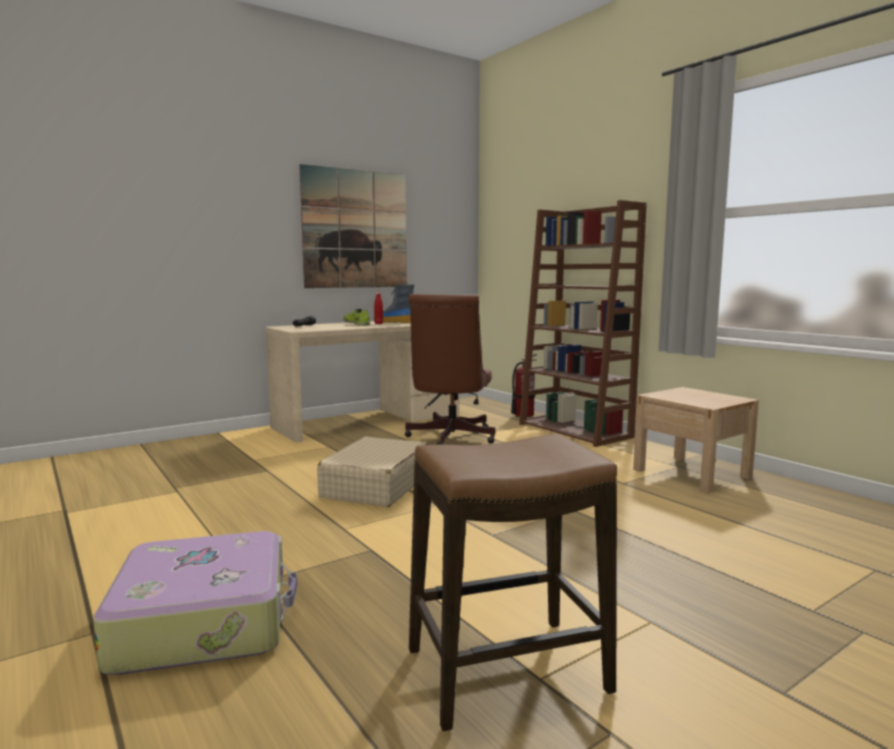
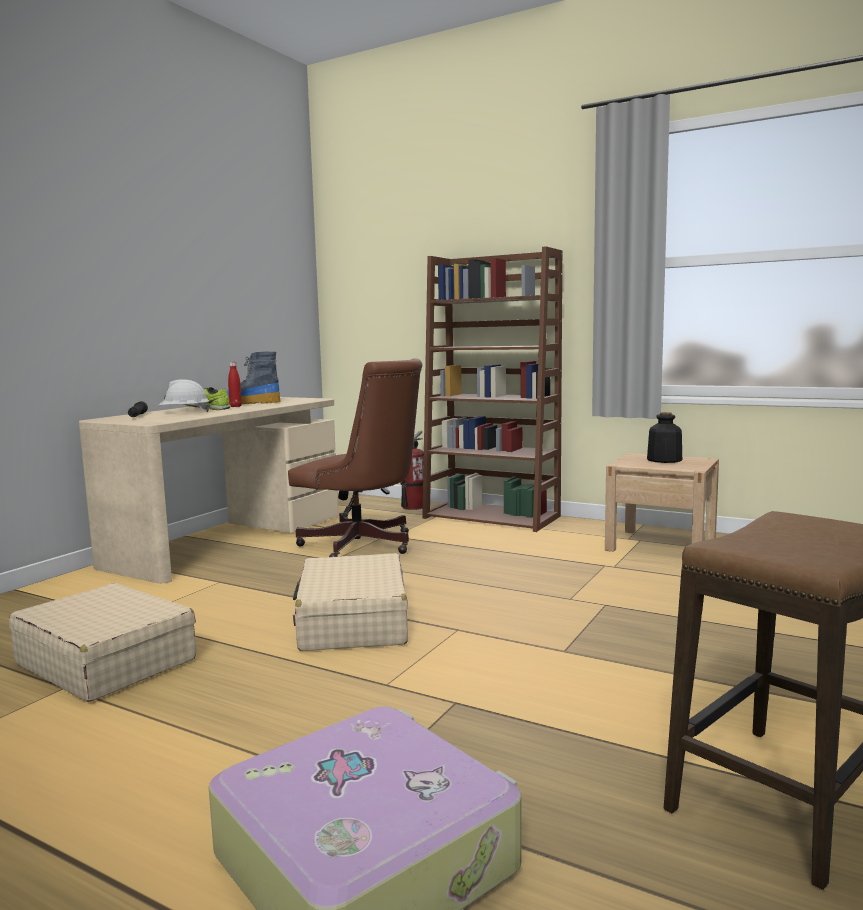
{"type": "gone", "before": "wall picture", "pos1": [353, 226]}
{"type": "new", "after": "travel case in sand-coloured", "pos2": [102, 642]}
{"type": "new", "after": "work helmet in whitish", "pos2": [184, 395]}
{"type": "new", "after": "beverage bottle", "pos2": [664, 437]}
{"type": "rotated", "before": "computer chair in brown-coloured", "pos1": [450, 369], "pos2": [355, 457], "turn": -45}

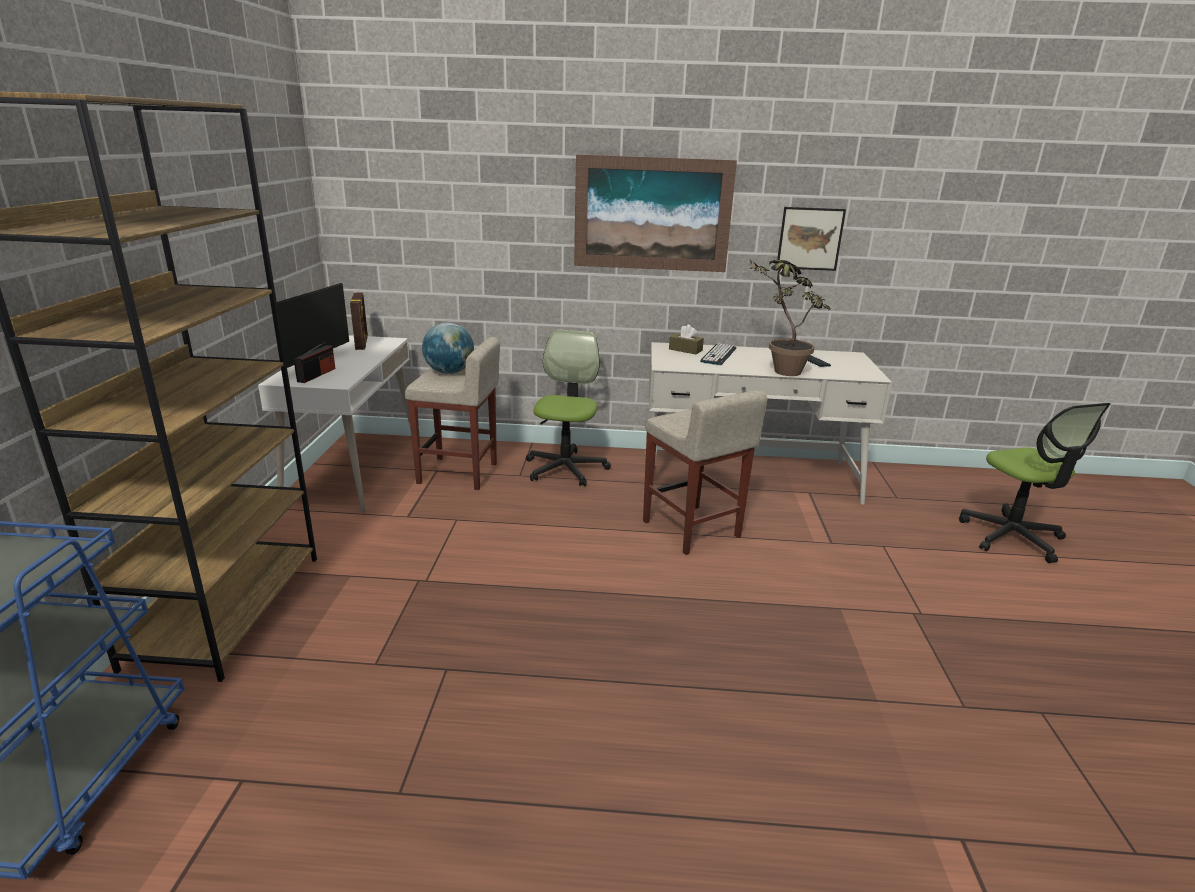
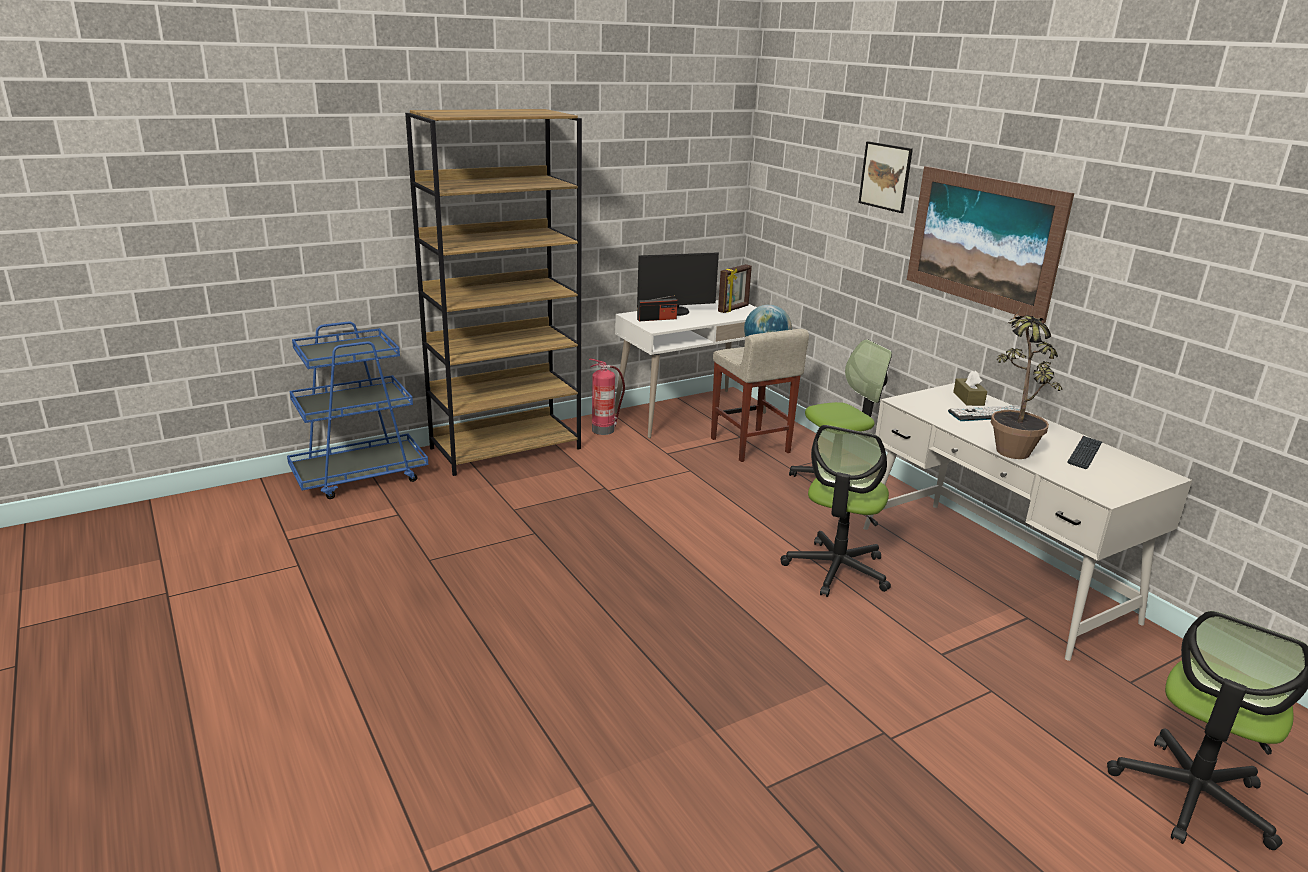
{"type": "new", "after": "fire-fighting cylinder", "pos2": [607, 397]}
{"type": "shifted", "before": "wall picture", "pos1": [811, 239], "pos2": [886, 177]}
{"type": "swapped", "before": "stool in sand-coloured", "after": "computer chair", "pos1": [705, 472], "pos2": [836, 511]}

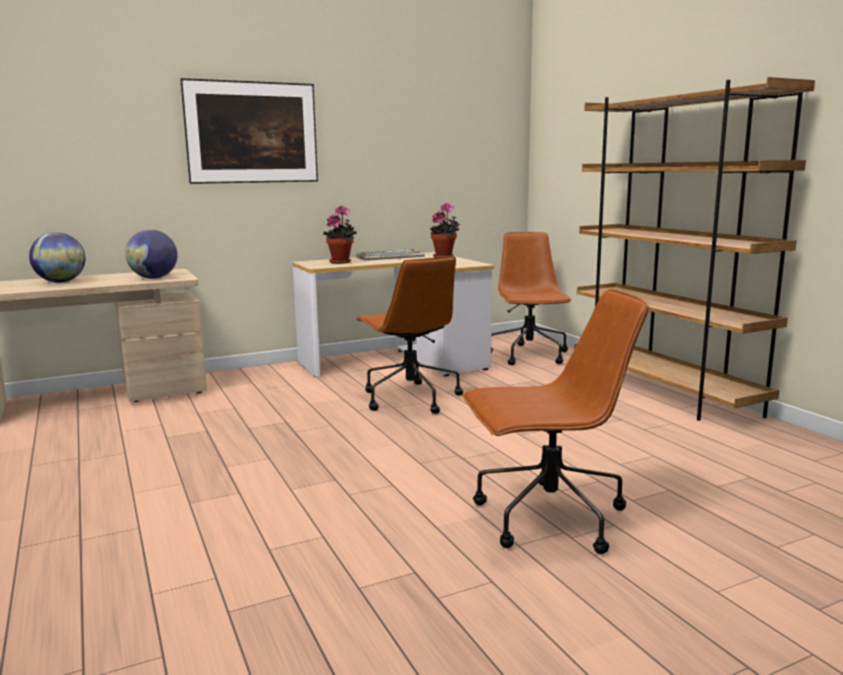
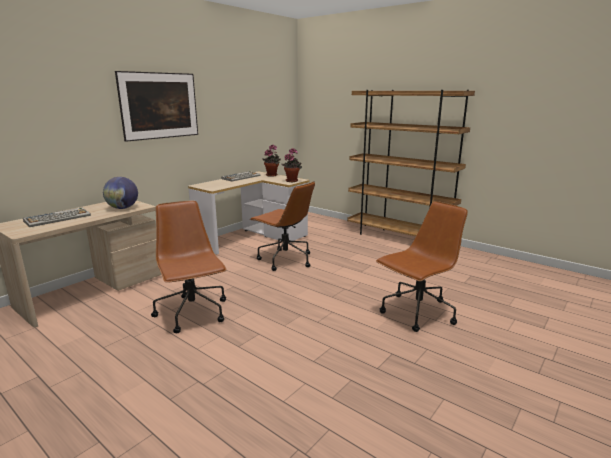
{"type": "shifted", "before": "houseplant", "pos1": [340, 235], "pos2": [291, 165]}
{"type": "shifted", "before": "computer chair in brown-coloured", "pos1": [531, 298], "pos2": [188, 266]}
{"type": "swapped", "before": "desk globe", "after": "PC keyboard", "pos1": [57, 257], "pos2": [57, 217]}

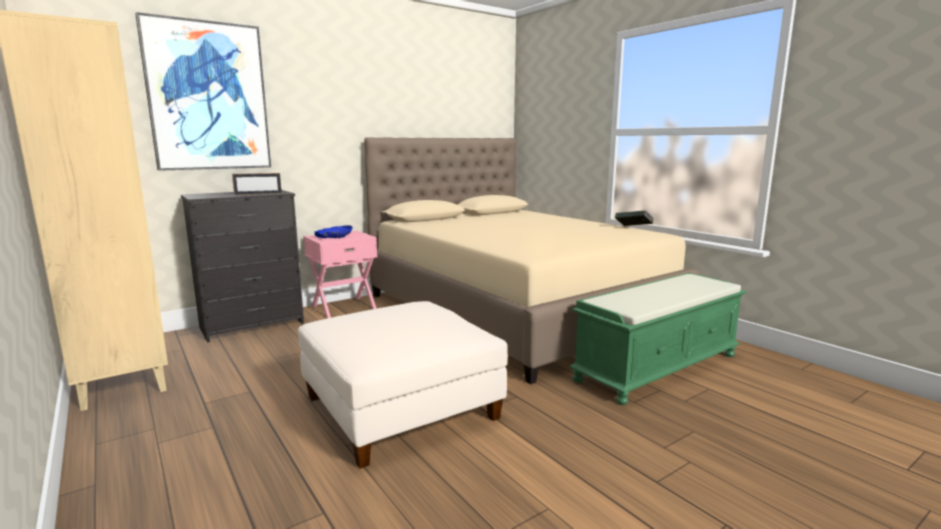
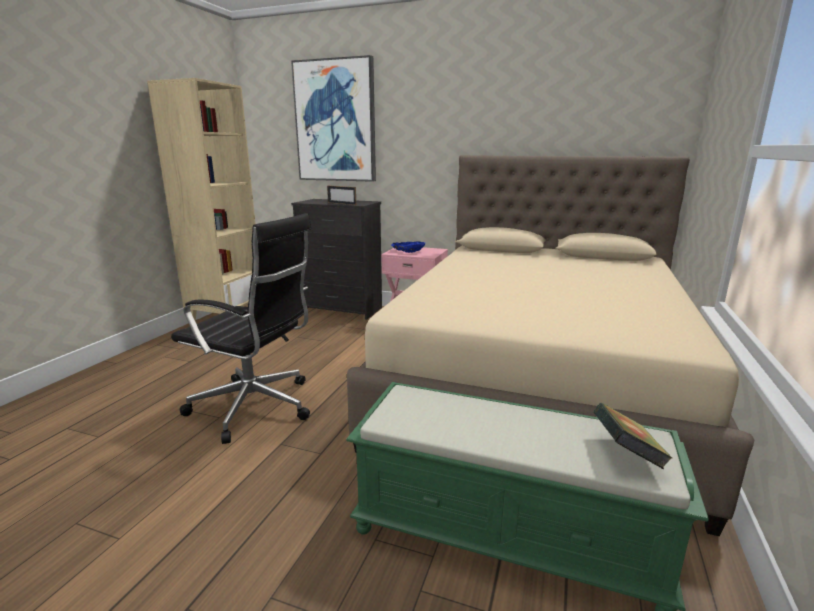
{"type": "shifted", "before": "bound book", "pos1": [634, 218], "pos2": [633, 436]}
{"type": "swapped", "before": "pouffe in whitish", "after": "computer chair in black-coloured", "pos1": [403, 385], "pos2": [241, 328]}

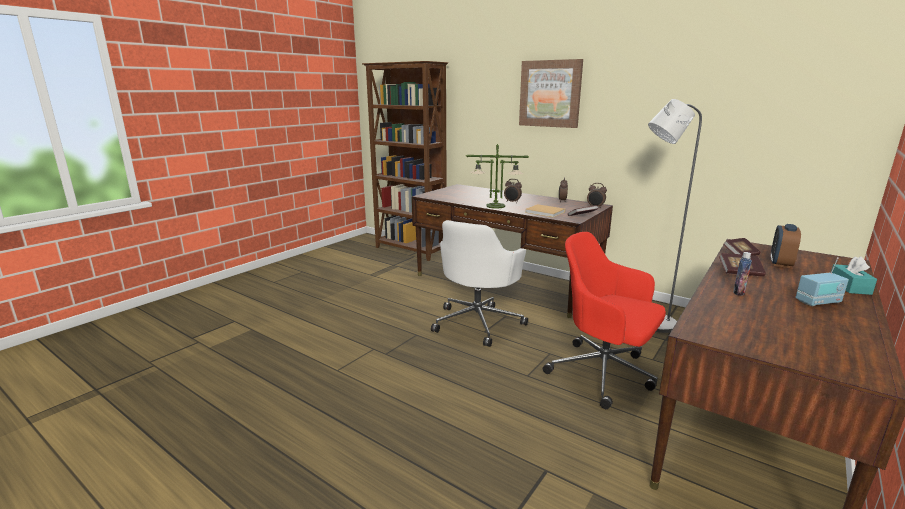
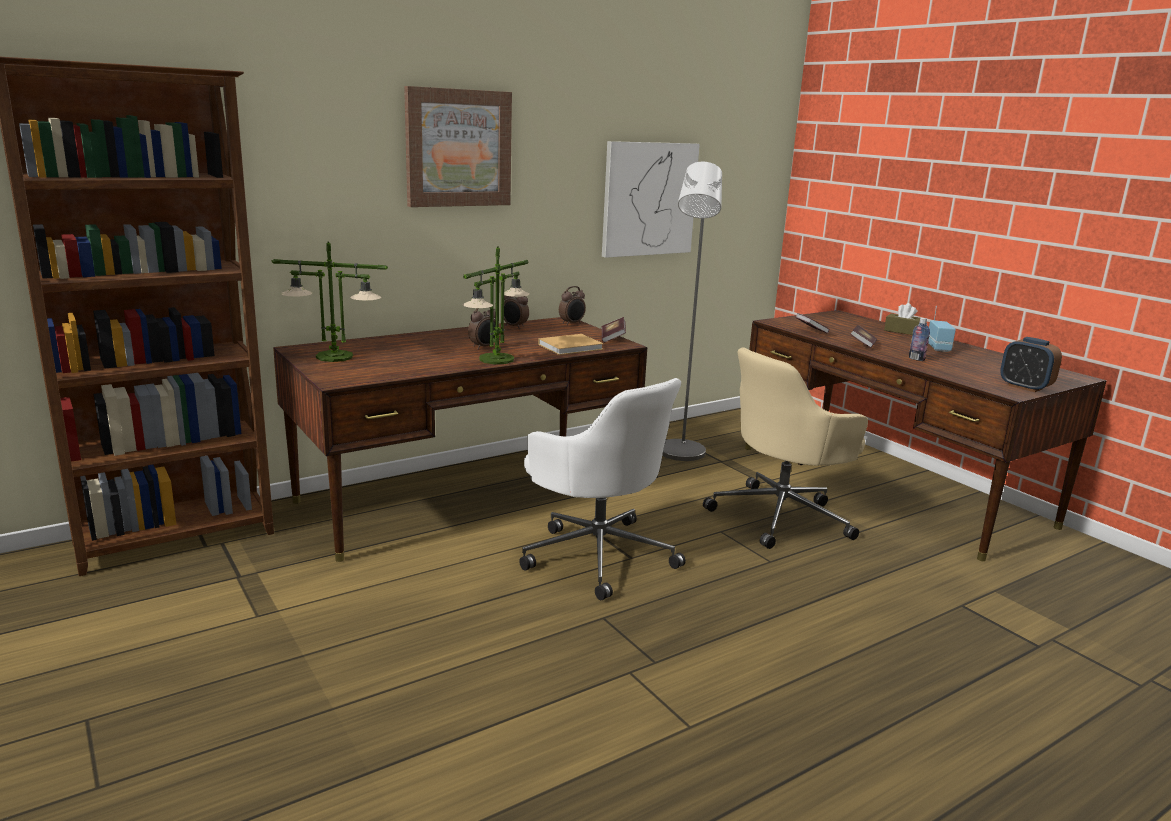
{"type": "new", "after": "table lamp", "pos2": [329, 301]}
{"type": "new", "after": "wall picture", "pos2": [651, 199]}
{"type": "shifted", "before": "alarm clock", "pos1": [786, 246], "pos2": [1031, 364]}
{"type": "repainted", "before": "computer chair in reddish", "after": "computer chair in sand-coloured", "pos1": [604, 320], "pos2": [785, 448]}
{"type": "repainted", "before": "tissue box in turquoise-coloured", "after": "tissue box in brown-coloured", "pos1": [854, 275], "pos2": [902, 319]}

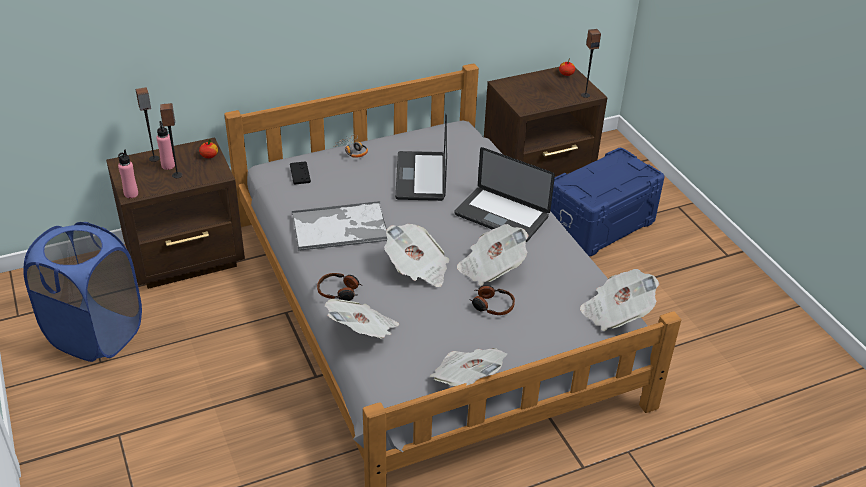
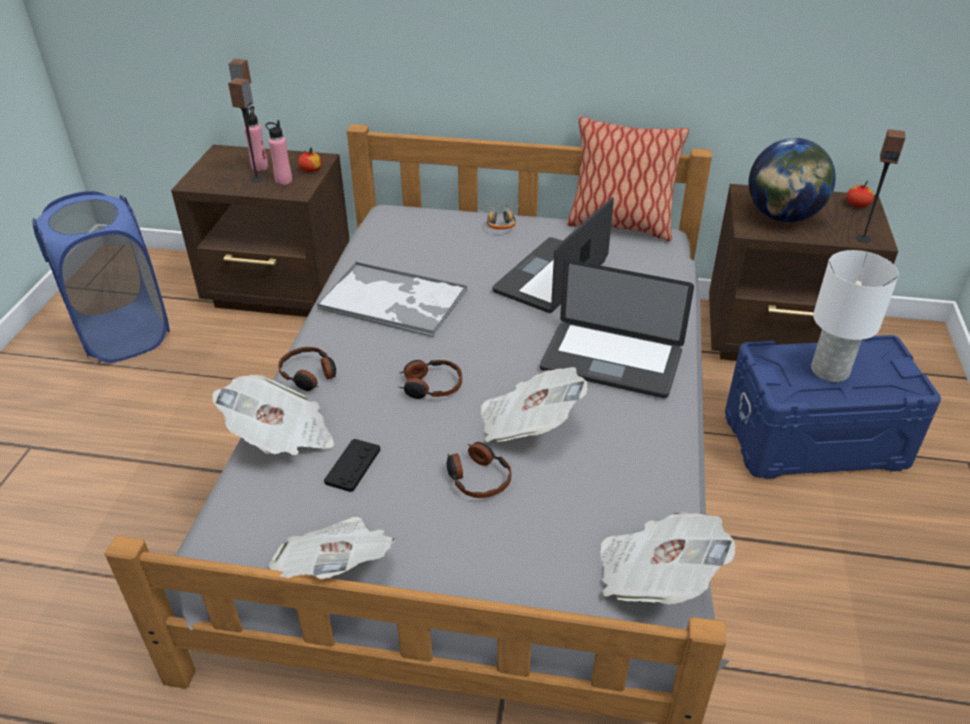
{"type": "new", "after": "cushion", "pos2": [628, 178]}
{"type": "new", "after": "desk globe", "pos2": [792, 180]}
{"type": "new", "after": "table lamp in whitish", "pos2": [855, 316]}
{"type": "shifted", "before": "beverage bottle in pink-coloured", "pos1": [128, 173], "pos2": [278, 152]}
{"type": "shifted", "before": "game controller in black-coloured", "pos1": [300, 173], "pos2": [352, 465]}
{"type": "swapped", "before": "printed paper", "after": "pair of headphones", "pos1": [416, 255], "pos2": [430, 379]}
{"type": "rotated", "before": "notebook computer", "pos1": [504, 194], "pos2": [617, 329], "turn": -45}

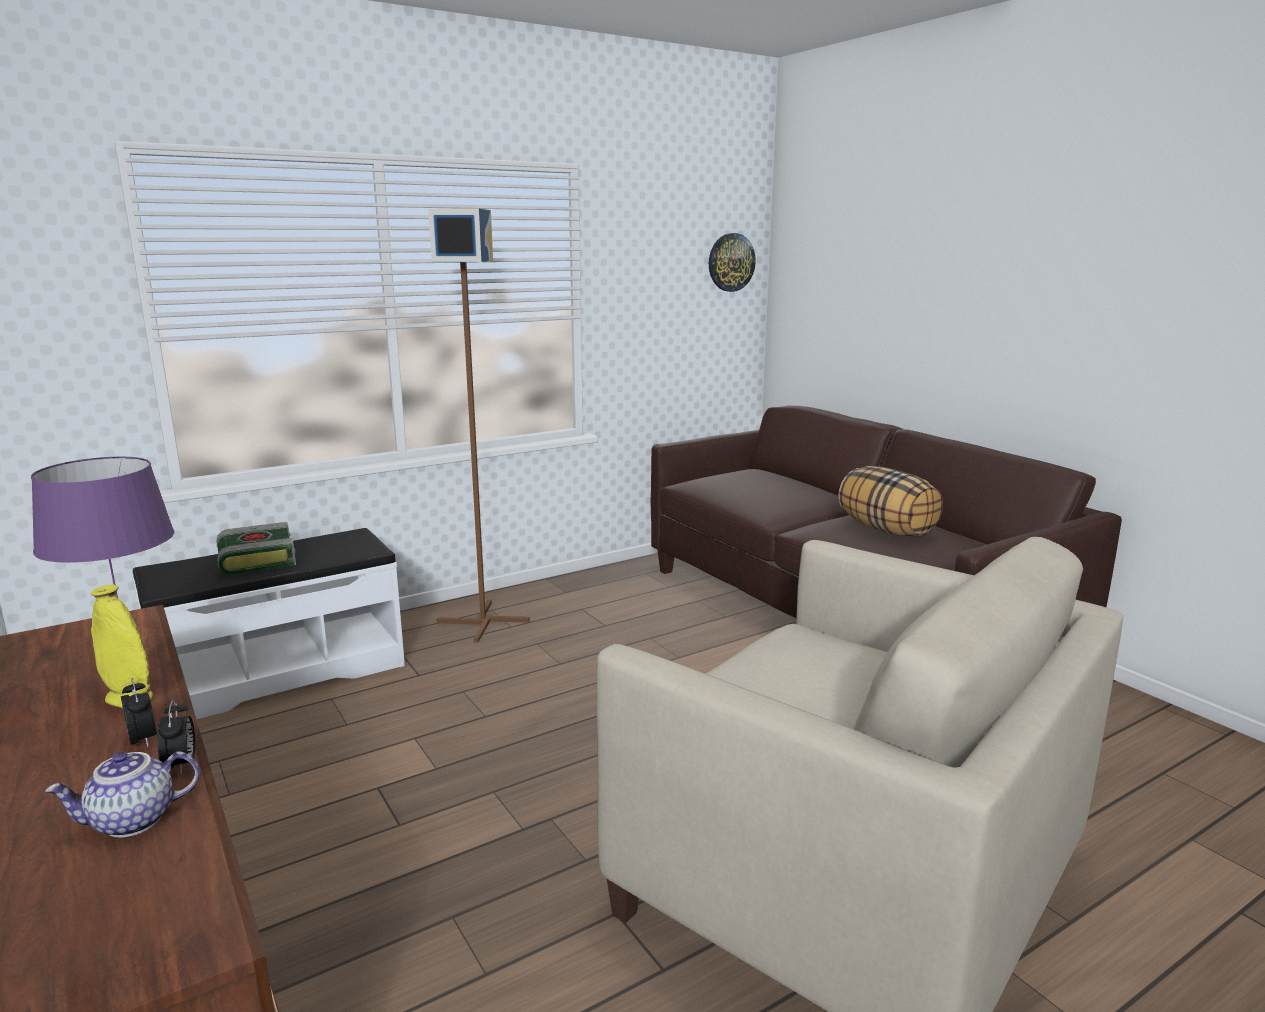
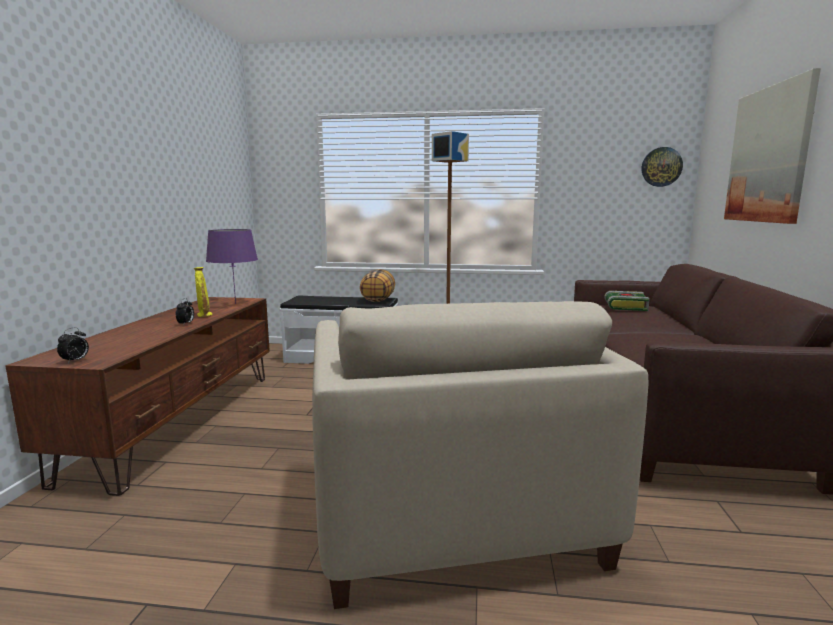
{"type": "gone", "before": "pot for tea", "pos1": [122, 794]}
{"type": "new", "after": "wall picture", "pos2": [772, 146]}
{"type": "shifted", "before": "alarm clock", "pos1": [176, 737], "pos2": [73, 345]}
{"type": "shifted", "before": "bound book", "pos1": [256, 548], "pos2": [626, 301]}
{"type": "shifted", "before": "cushion", "pos1": [890, 501], "pos2": [377, 285]}

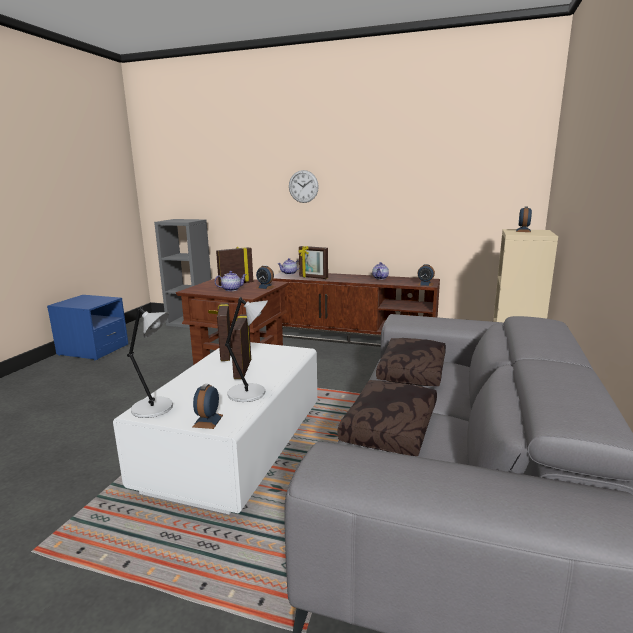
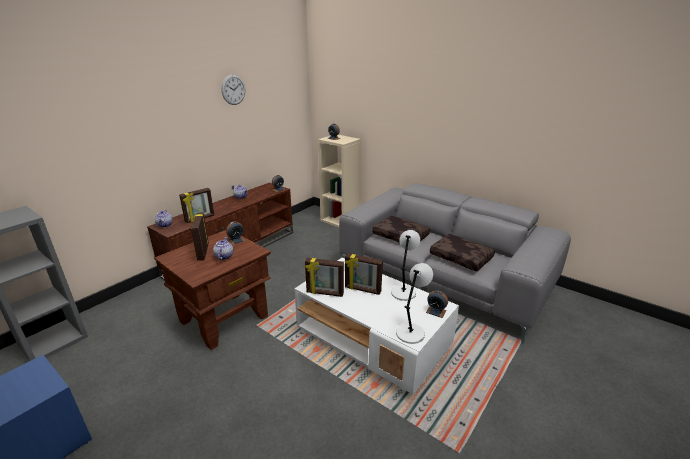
{"type": "shifted", "before": "clock on the wall", "pos1": [304, 186], "pos2": [233, 90]}

